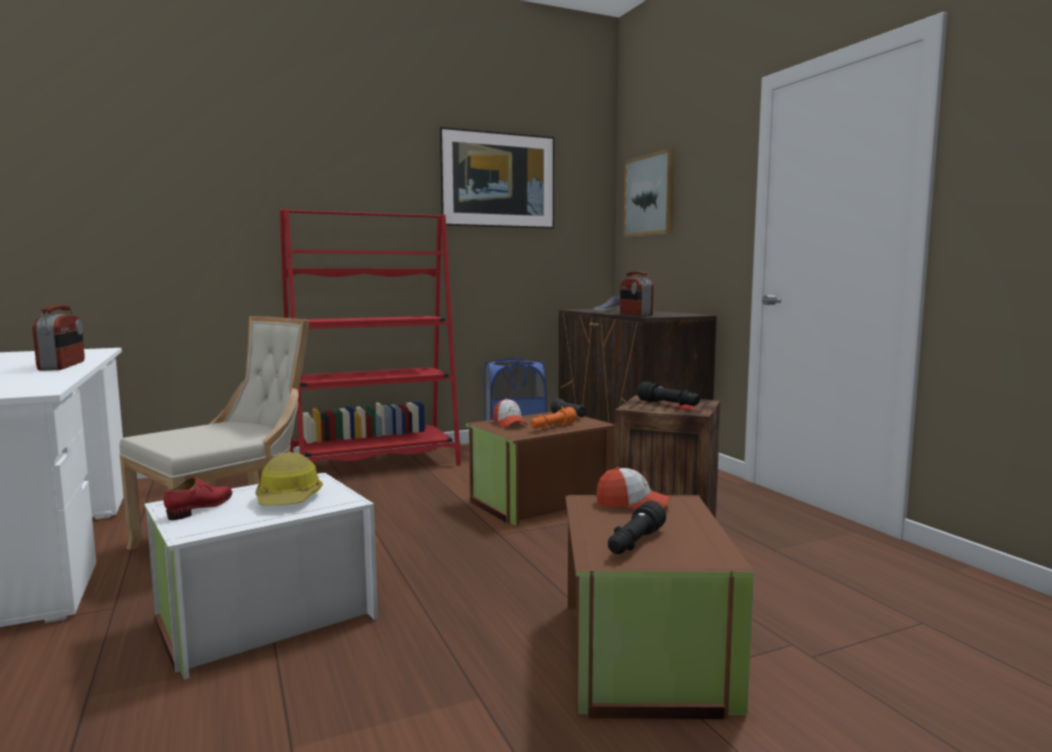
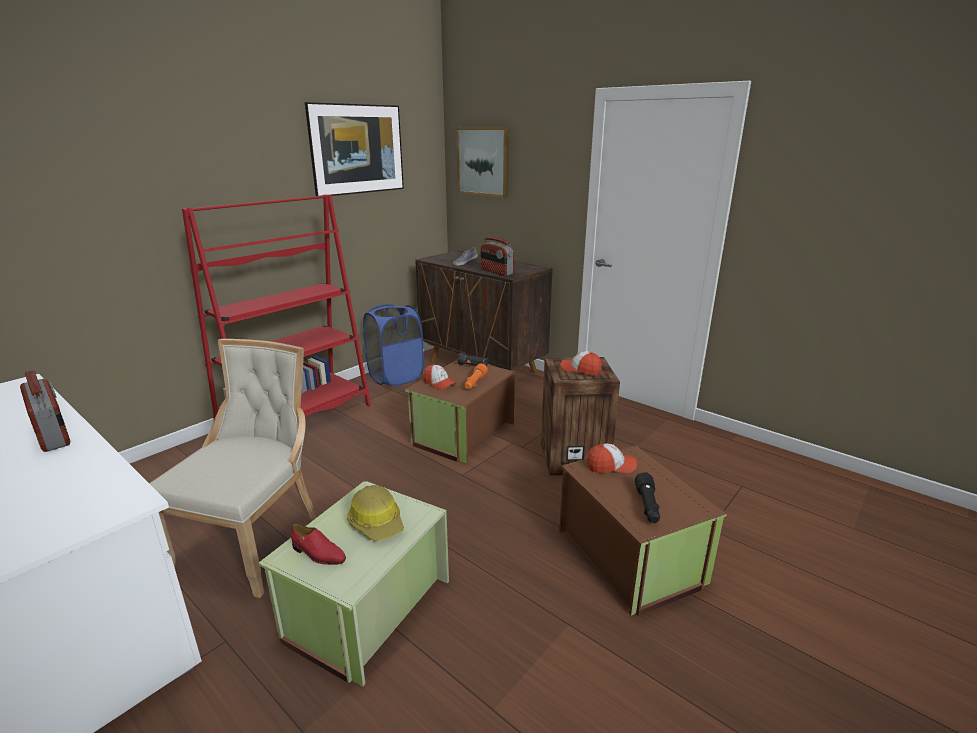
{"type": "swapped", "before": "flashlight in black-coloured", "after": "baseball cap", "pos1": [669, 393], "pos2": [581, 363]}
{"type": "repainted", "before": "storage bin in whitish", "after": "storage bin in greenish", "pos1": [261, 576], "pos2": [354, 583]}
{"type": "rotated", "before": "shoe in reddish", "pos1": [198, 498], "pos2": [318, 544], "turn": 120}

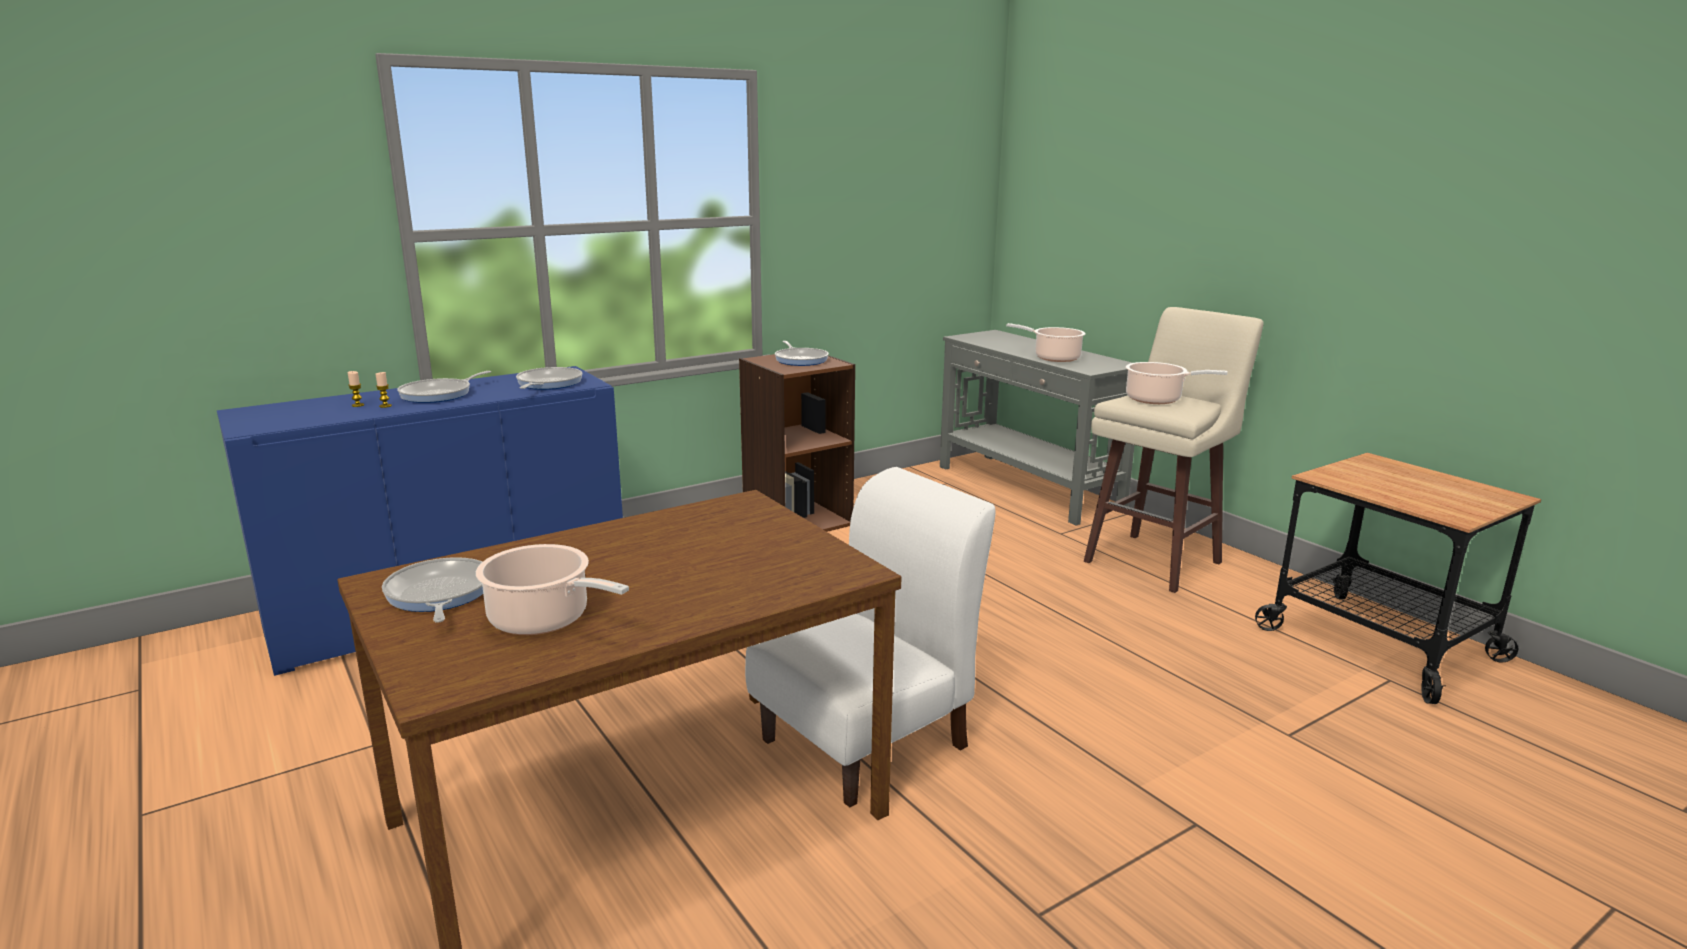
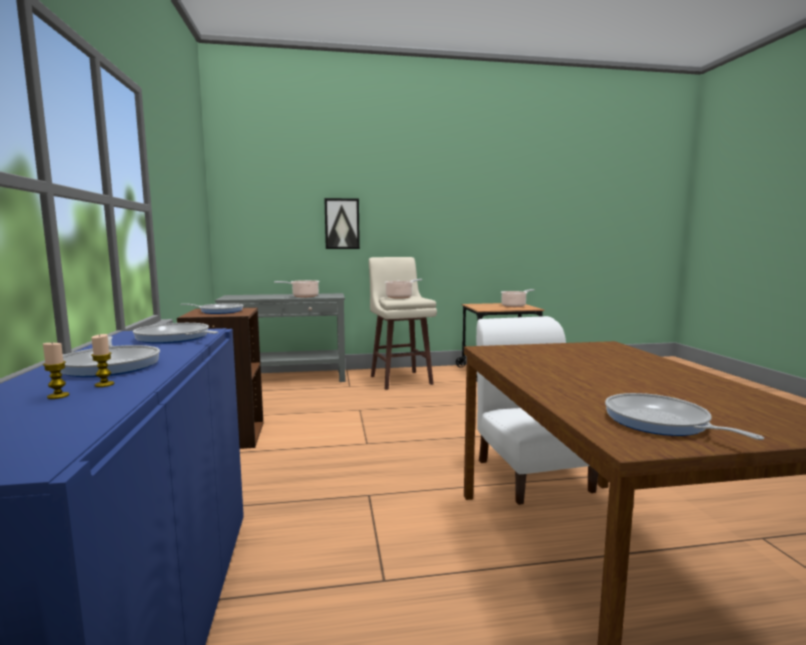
{"type": "new", "after": "wall picture", "pos2": [342, 223]}
{"type": "shifted", "before": "cooking pot", "pos1": [552, 589], "pos2": [518, 298]}
{"type": "rotated", "before": "frying pan", "pos1": [432, 590], "pos2": [684, 416], "turn": 60}

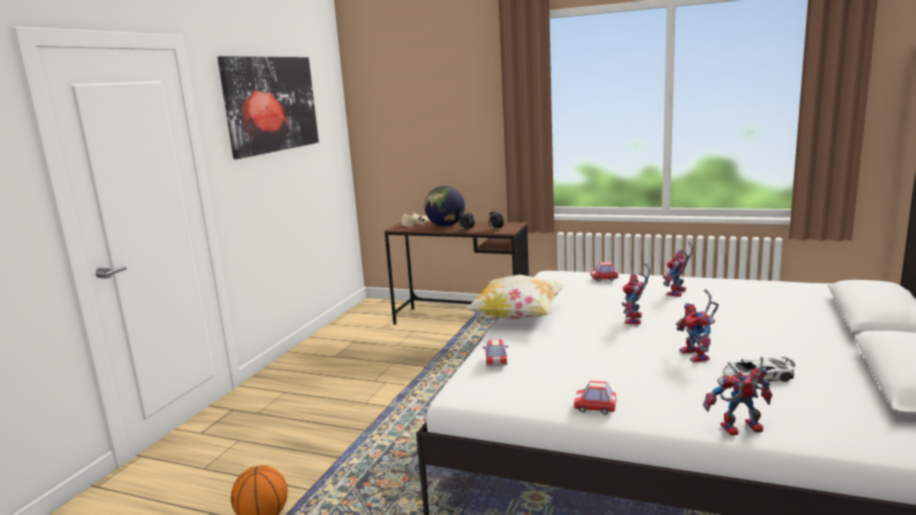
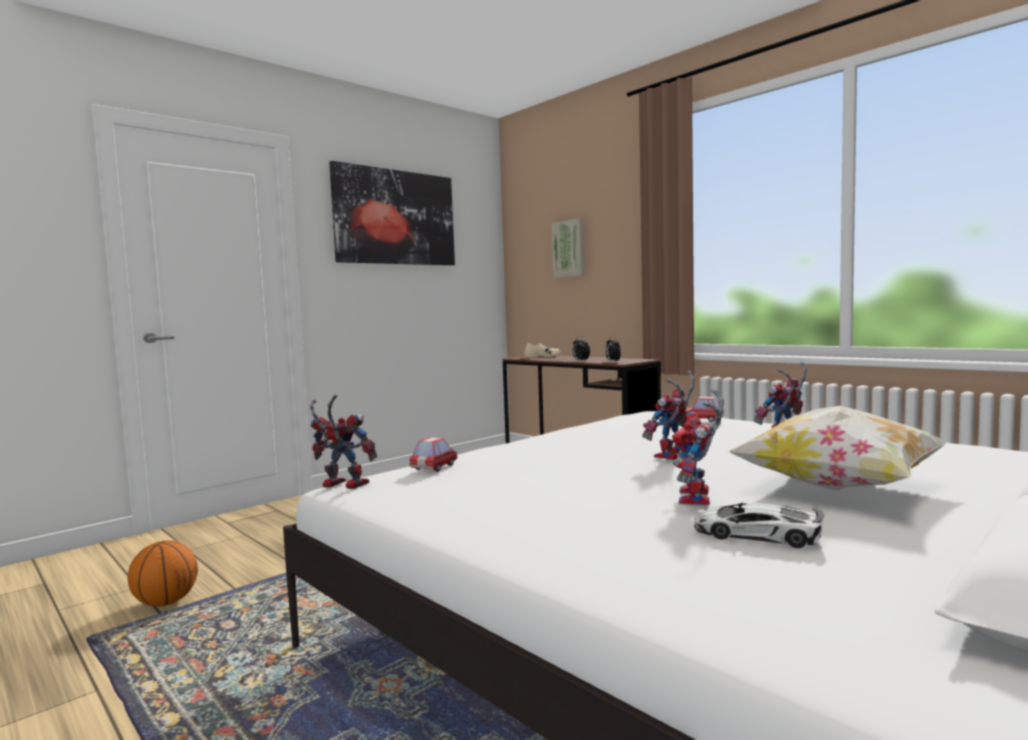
{"type": "gone", "before": "desk globe", "pos1": [444, 206]}
{"type": "gone", "before": "model car", "pos1": [595, 398]}
{"type": "new", "after": "wall picture", "pos2": [568, 248]}
{"type": "shifted", "before": "cushion", "pos1": [515, 297], "pos2": [839, 448]}
{"type": "shifted", "before": "toy robot", "pos1": [737, 396], "pos2": [343, 442]}

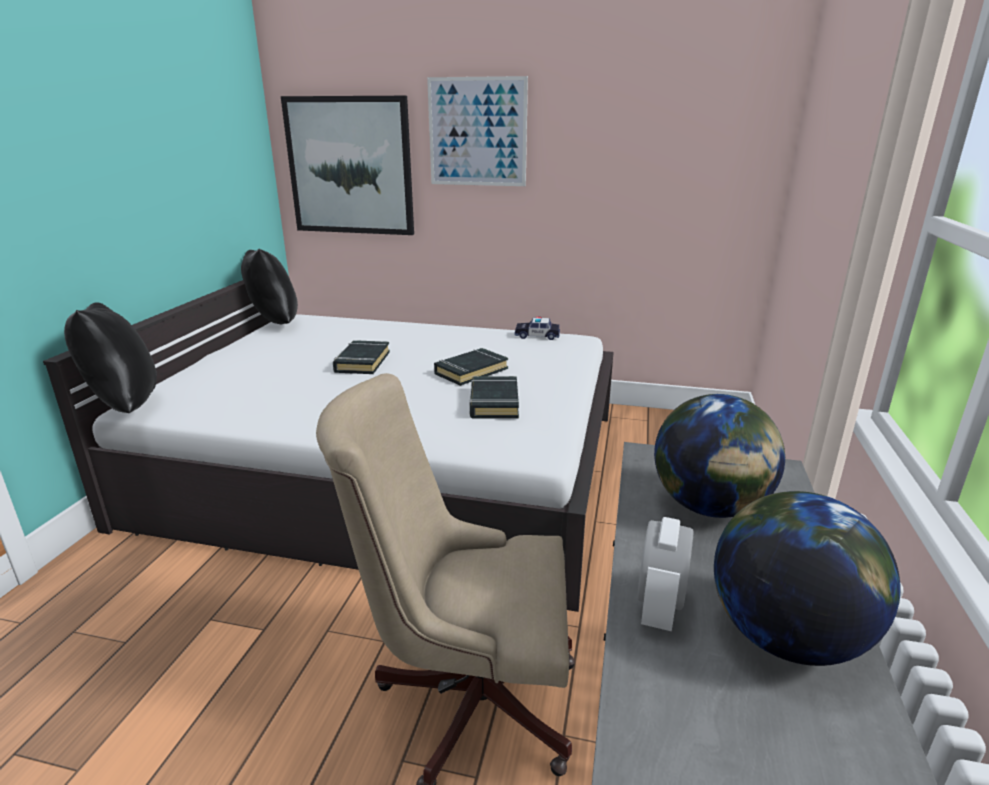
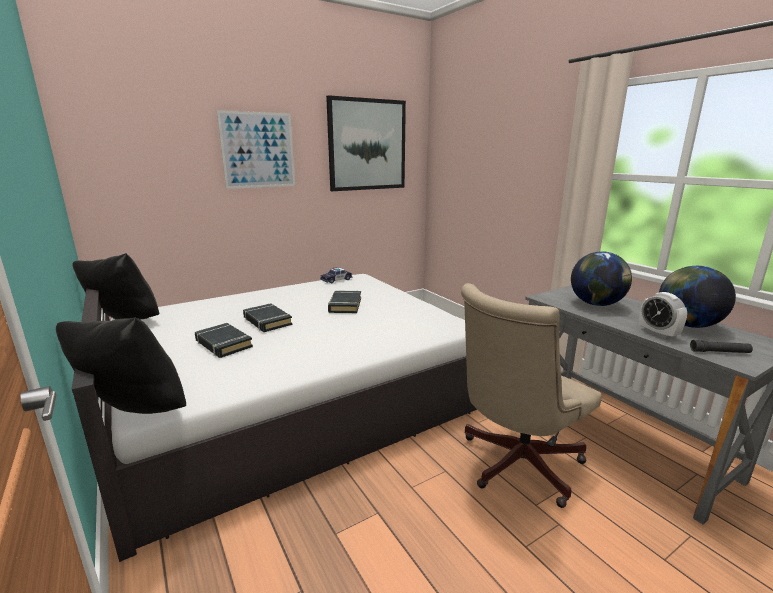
{"type": "new", "after": "flashlight in black-coloured", "pos2": [721, 346]}
{"type": "shifted", "before": "wall picture", "pos1": [347, 165], "pos2": [366, 143]}
{"type": "shifted", "before": "bound book in black-coloured", "pos1": [494, 397], "pos2": [224, 340]}

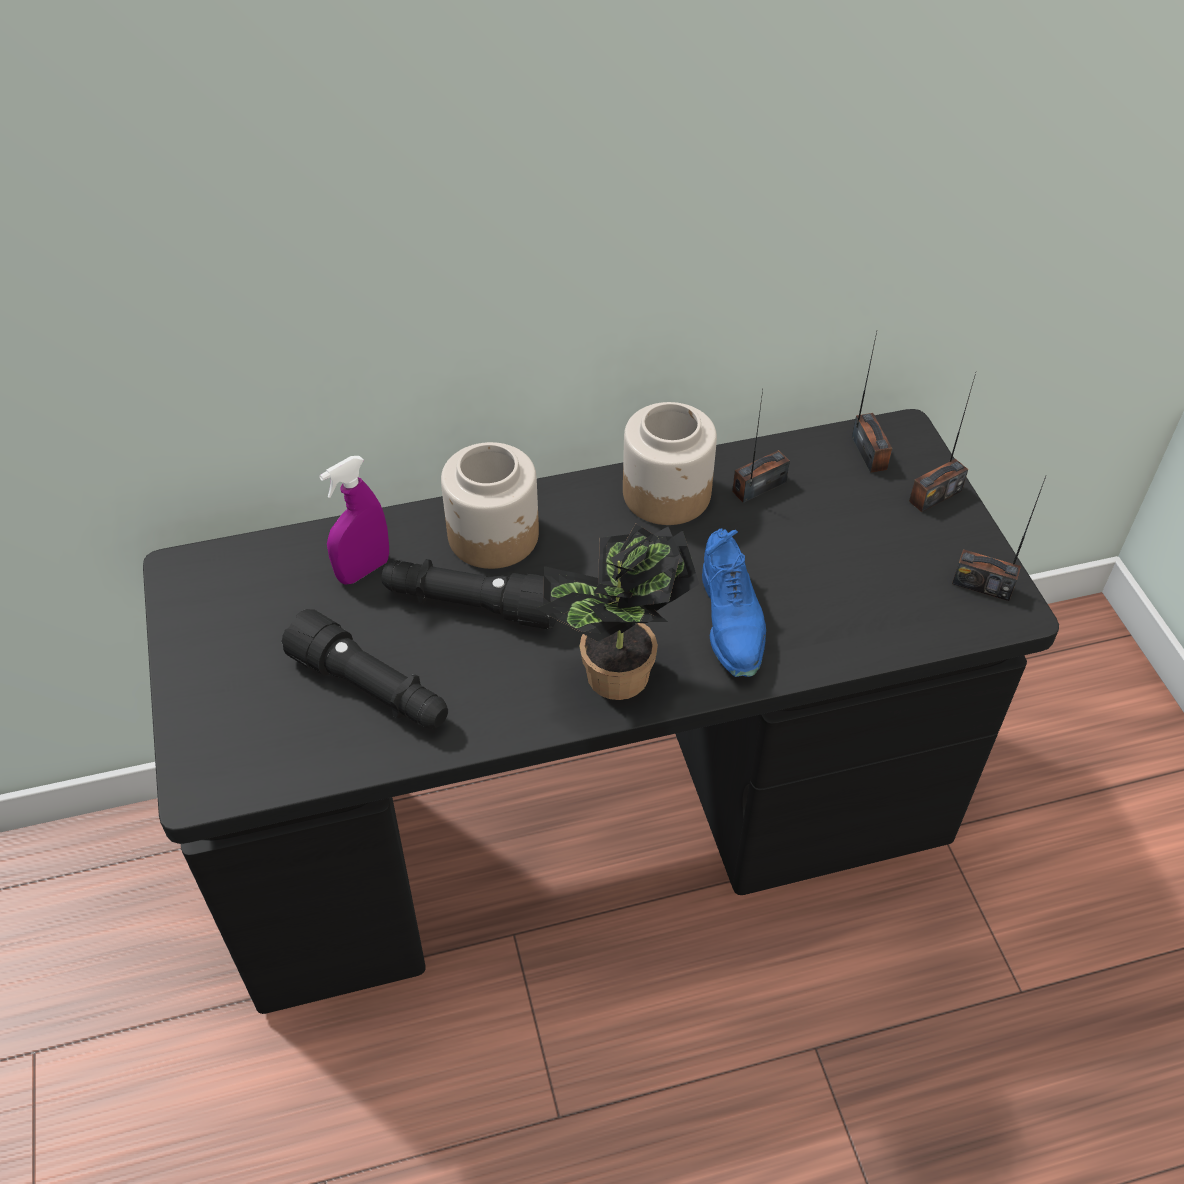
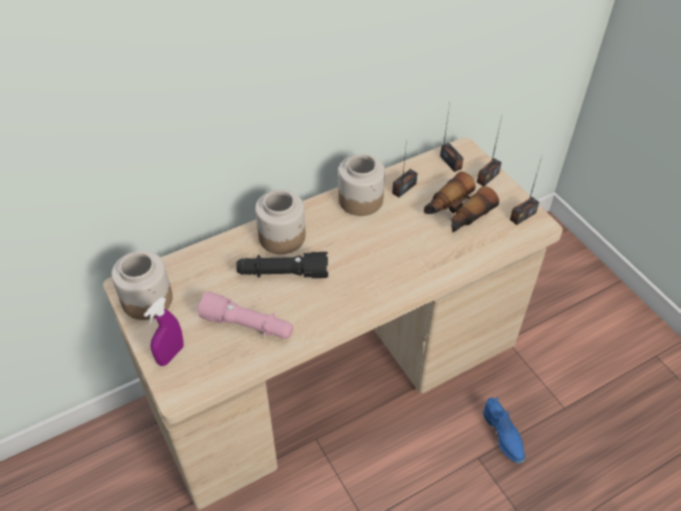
{"type": "gone", "before": "houseplant", "pos1": [617, 612]}
{"type": "new", "after": "preserve jar", "pos2": [142, 285]}
{"type": "new", "after": "pair of binoculars", "pos2": [461, 201]}
{"type": "shifted", "before": "spray bottle in purple-coloured", "pos1": [354, 520], "pos2": [164, 331]}
{"type": "shifted", "before": "shoe in blue", "pos1": [734, 602], "pos2": [504, 430]}
{"type": "repainted", "before": "desk table in black-coloured", "after": "desk table in sand-coloured", "pos1": [601, 711], "pos2": [333, 323]}
{"type": "repainted", "before": "flashlight in black-coloured", "after": "flashlight in pink-coloured", "pos1": [364, 668], "pos2": [245, 314]}
{"type": "rotated", "before": "radio set", "pos1": [999, 538], "pos2": [526, 189], "turn": -45}

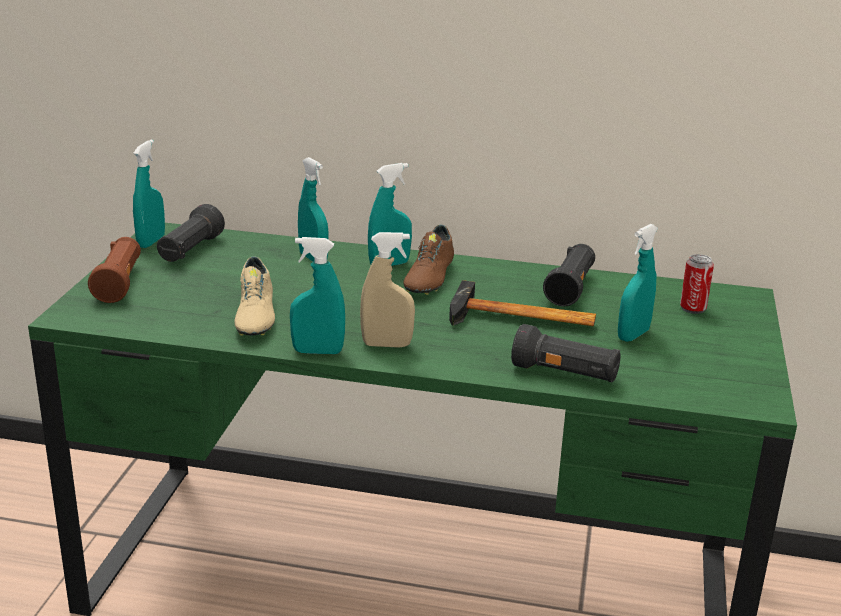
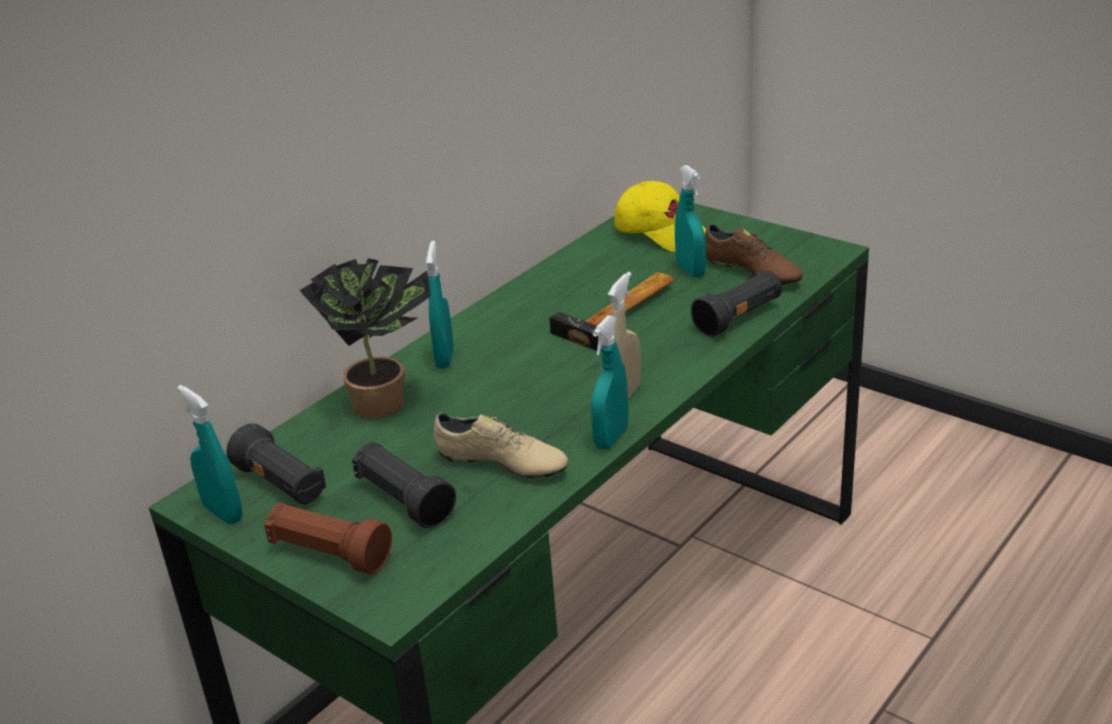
{"type": "shifted", "before": "shoe in brown-coloured", "pos1": [428, 260], "pos2": [754, 255]}
{"type": "shifted", "before": "flashlight in black-coloured", "pos1": [569, 275], "pos2": [404, 485]}
{"type": "swapped", "before": "spray bottle in turquoise-coloured", "after": "houseplant", "pos1": [313, 209], "pos2": [365, 338]}
{"type": "swapped", "before": "can", "after": "baseball cap in yellowish", "pos1": [697, 284], "pos2": [660, 216]}

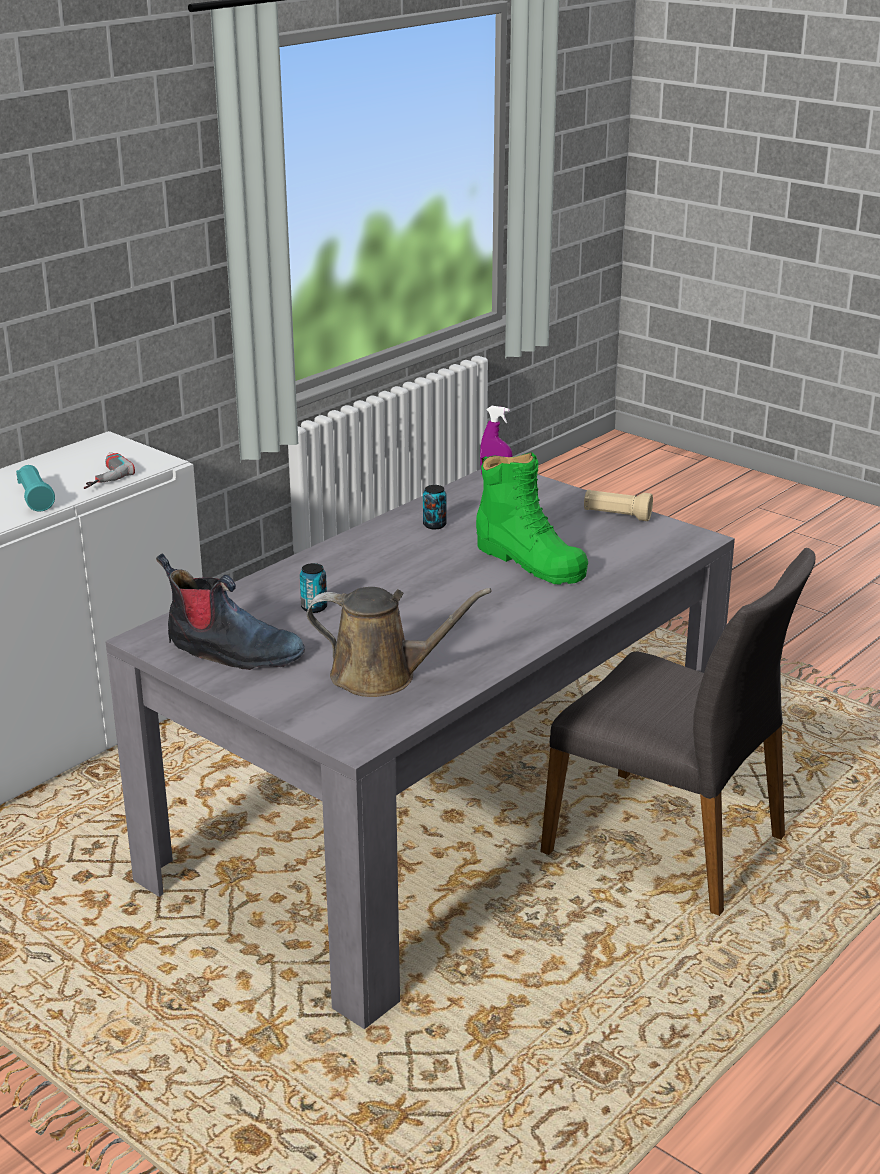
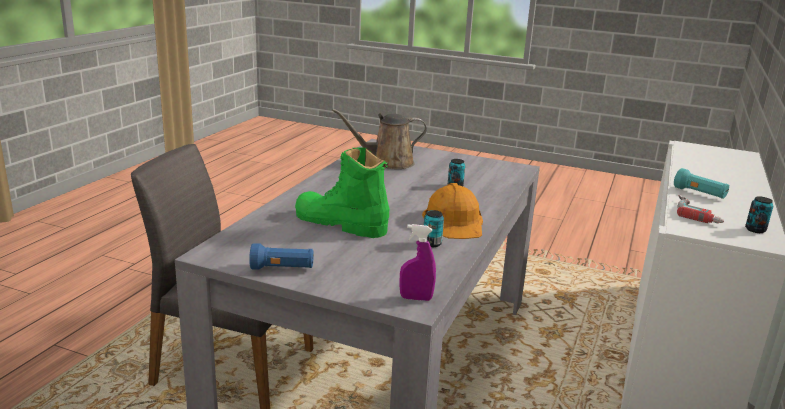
{"type": "gone", "before": "tall boot", "pos1": [230, 611]}
{"type": "new", "after": "work helmet in orange", "pos2": [452, 211]}
{"type": "new", "after": "can", "pos2": [759, 214]}
{"type": "repainted", "before": "flashlight in sand-coloured", "after": "flashlight in blue", "pos1": [618, 505], "pos2": [281, 256]}

